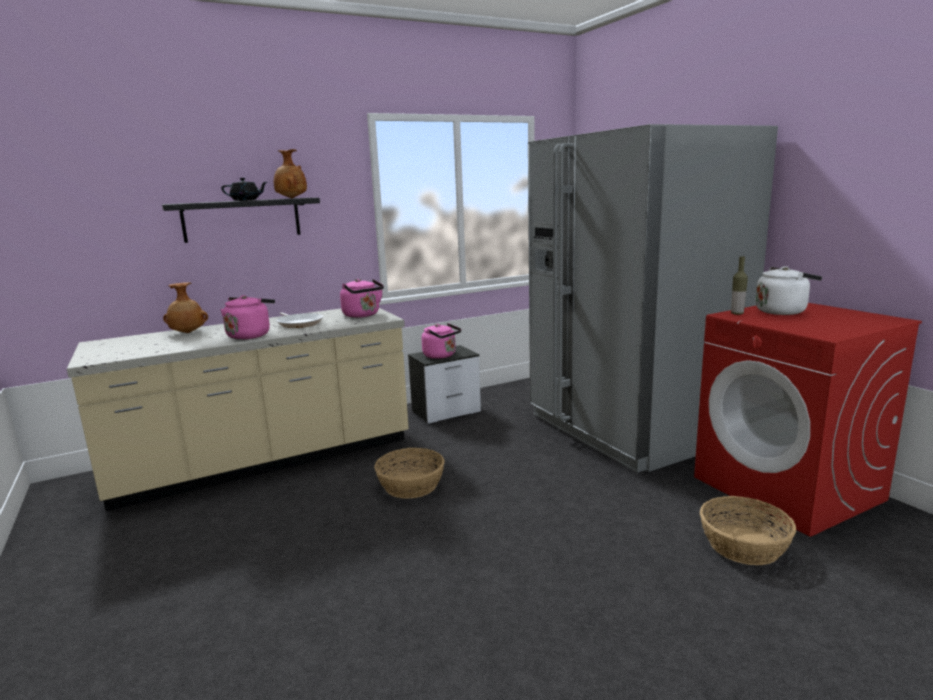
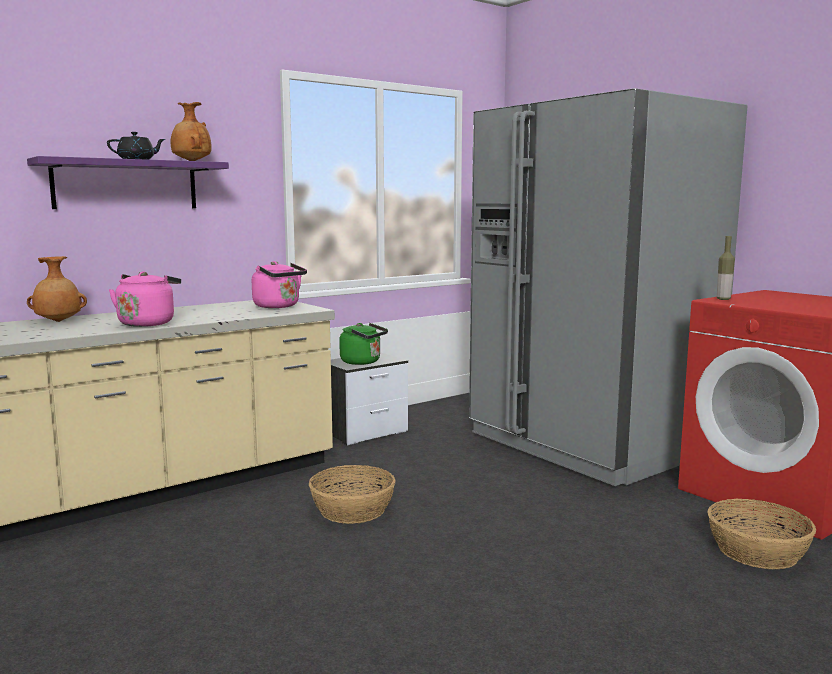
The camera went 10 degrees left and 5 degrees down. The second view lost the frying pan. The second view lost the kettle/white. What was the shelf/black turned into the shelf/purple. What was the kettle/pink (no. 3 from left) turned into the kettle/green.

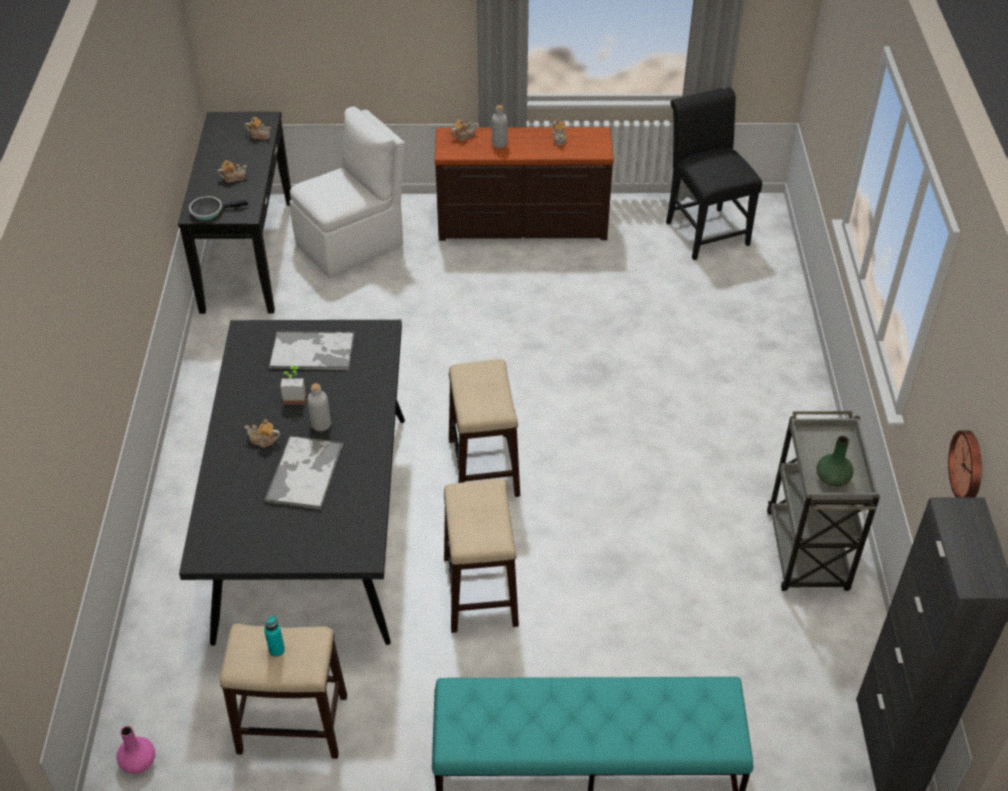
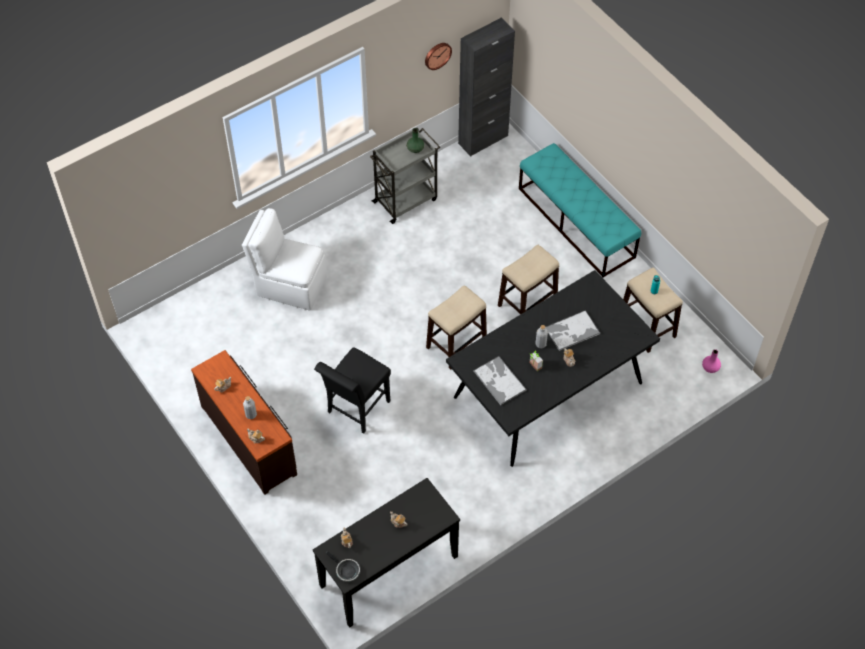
The camera went 125 degrees left and 10 degrees up. The frying pan ended up elsewhere. The chair/white ended up elsewhere. The chair/black ended up elsewhere.

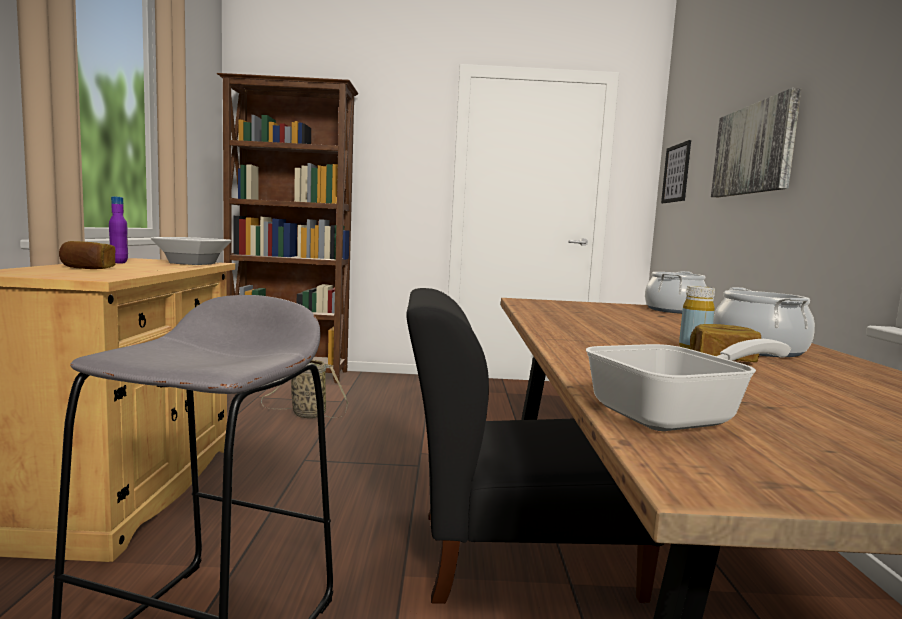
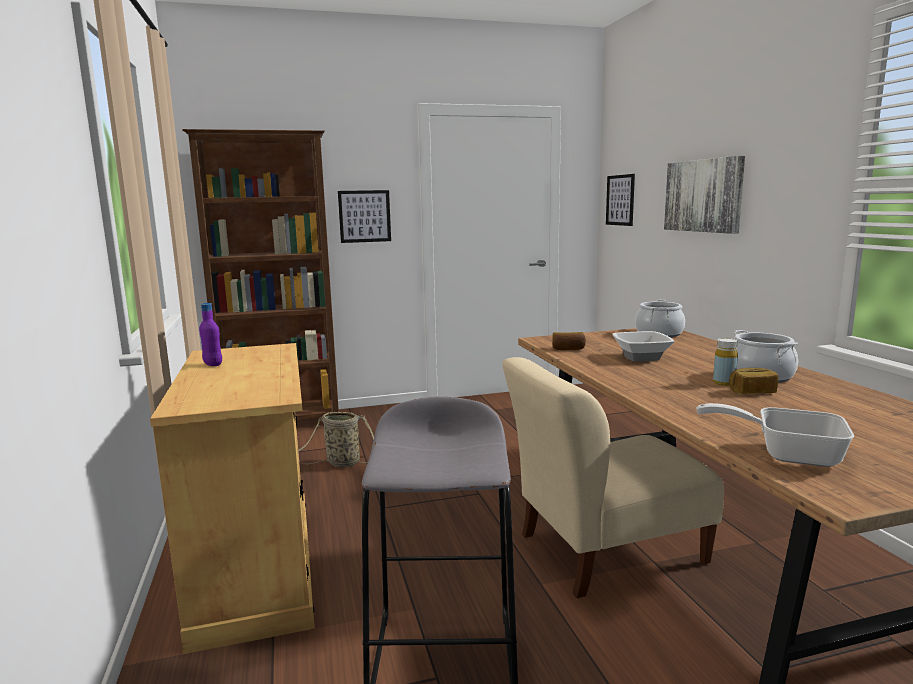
The camera went 15 degrees left and 5 degrees up. The second view gained the picture (no. 1 from left). The bread (no. 1 from left) ended up elsewhere. The bowl ended up elsewhere. What was the chair/black turned into the chair/beige. The frying pan ended up facing another way, 120 degrees counterclockwise from before.

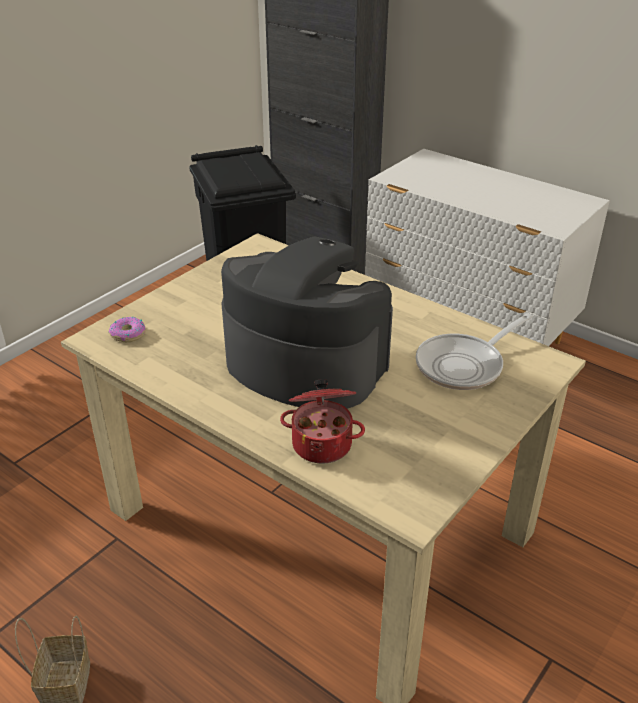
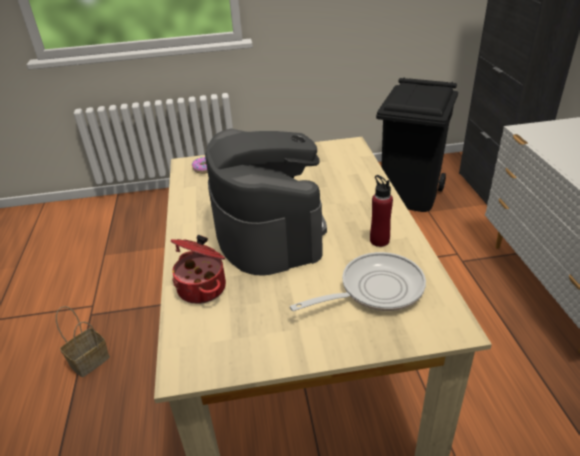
The camera went 45 degrees right and 0 degrees up. The second view gained the bottle/red. The frying pan ended up facing another way, 150 degrees clockwise from before.

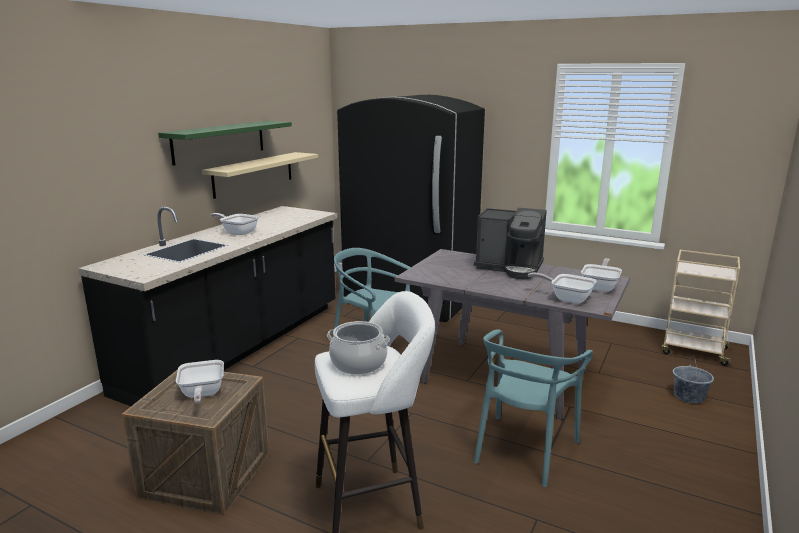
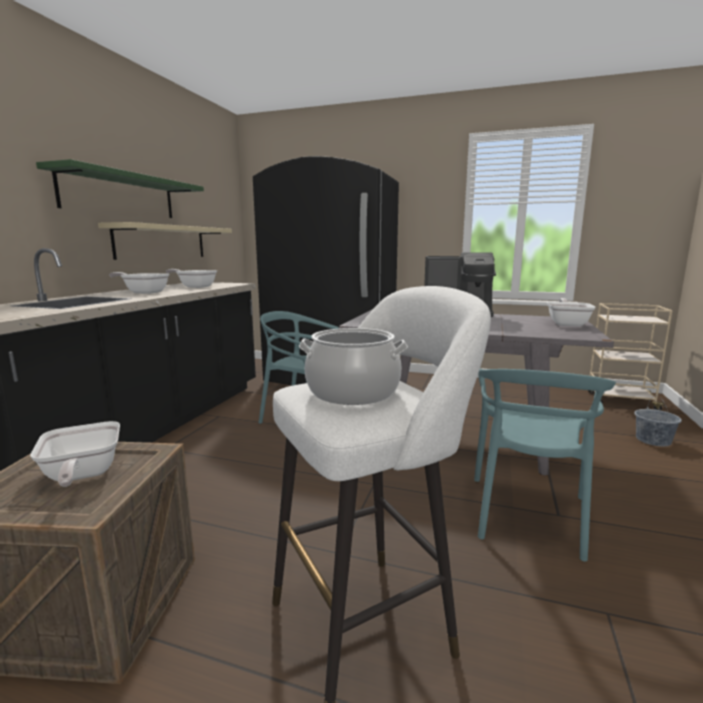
The camera went 10 degrees left and 5 degrees down. The frying pan (no. 3 from left) ended up elsewhere.

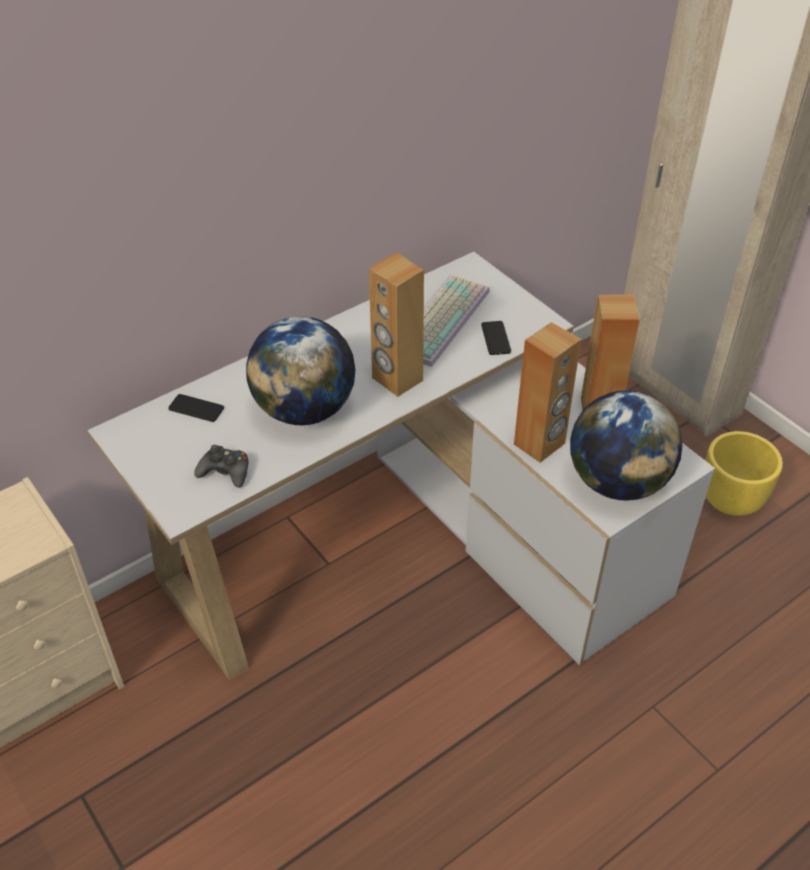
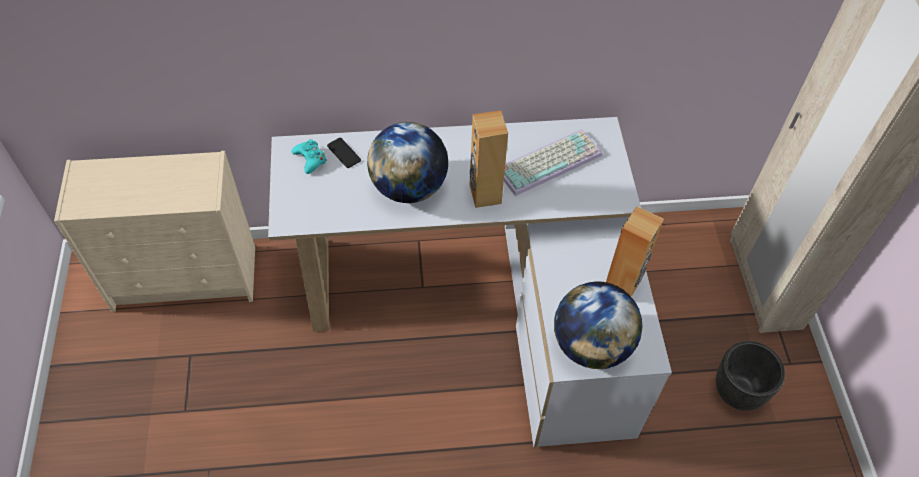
The camera went 30 degrees right and 10 degrees up. The second view lost the game controller/black. The second view lost the phone (no. 2 from left). The second view lost the speaker/brown (no. 2 from left). The second view gained the game controller/turquoise. What was the planter/yellow turned into the planter/black.

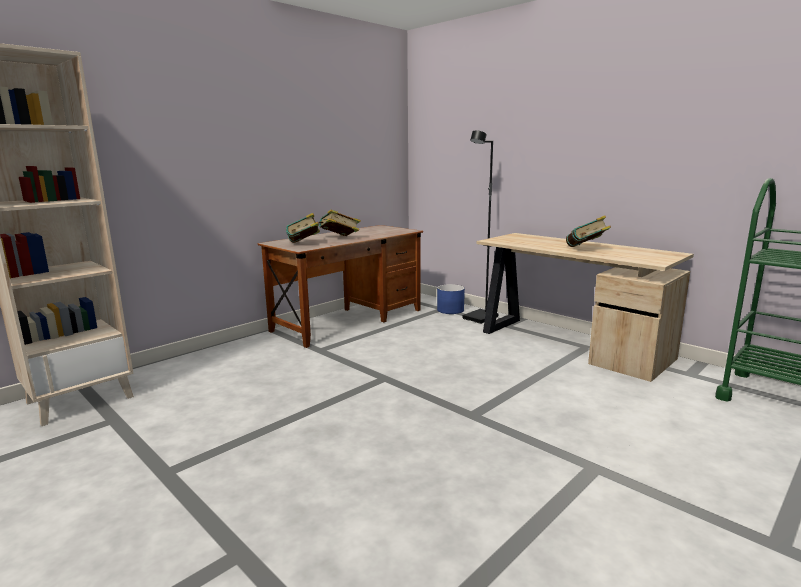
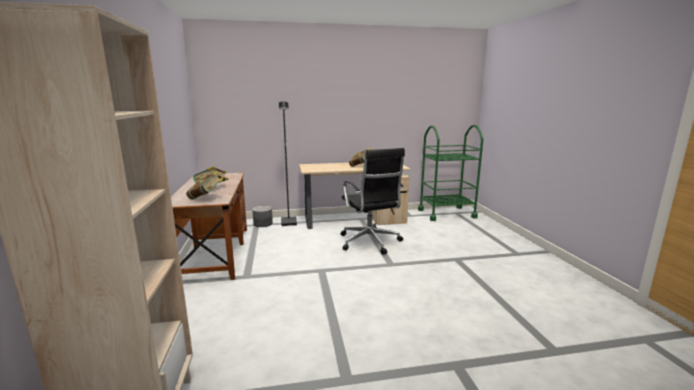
The camera went 55 degrees left and 0 degrees up. The second view gained the office chair/black. What was the planter/blue turned into the planter/grey.

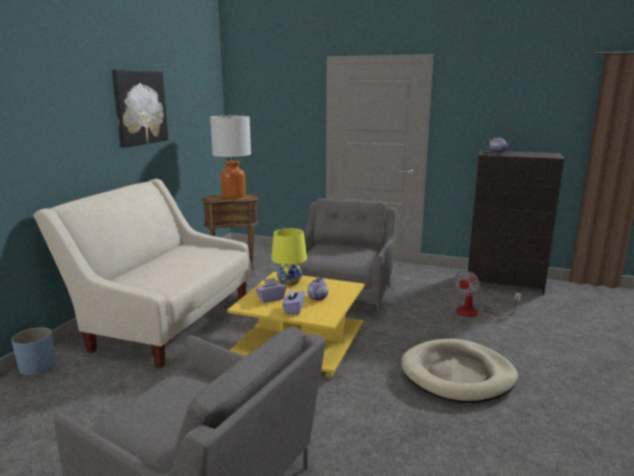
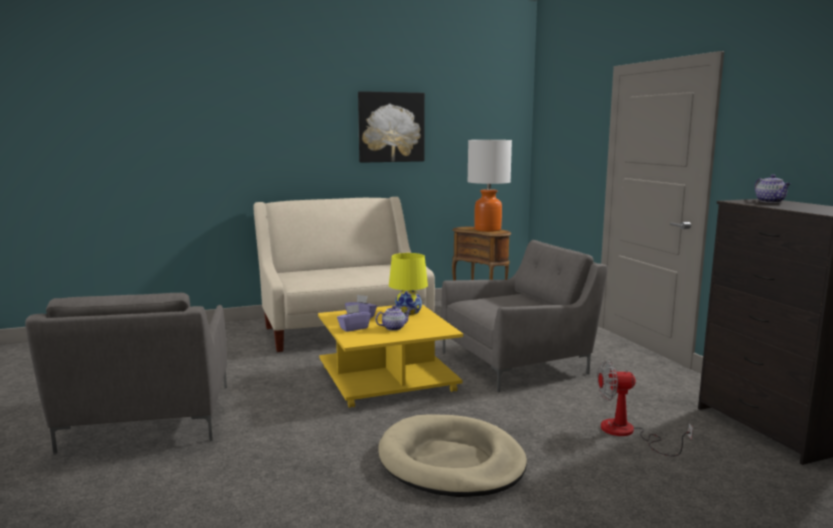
The camera went 50 degrees right and 5 degrees down. The second view lost the planter/blue.

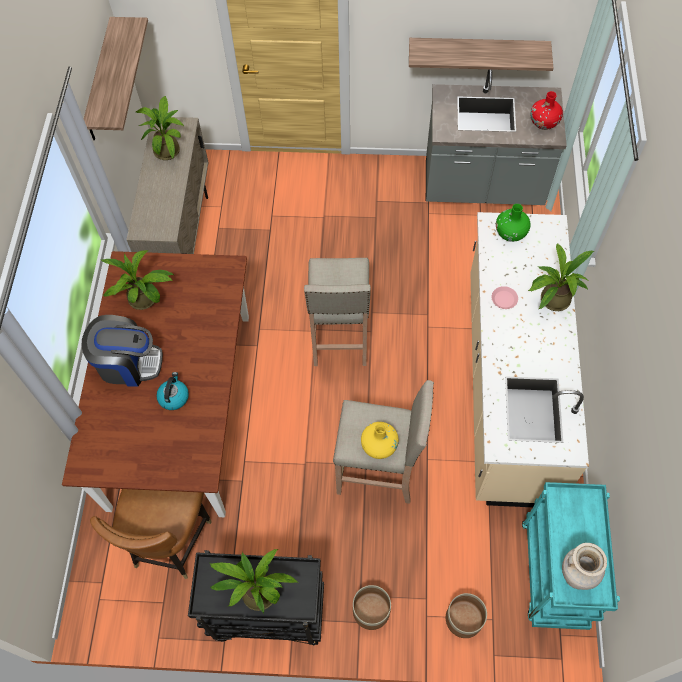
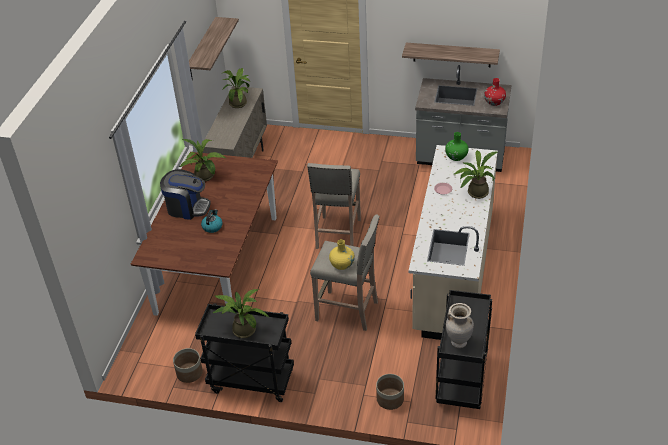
The camera went 10 degrees right and 20 degrees down. The second view lost the chair/brown. The planter (no. 1 from left) ended up elsewhere. What was the cart/turquoise turned into the cart/black (no. 2 from left).

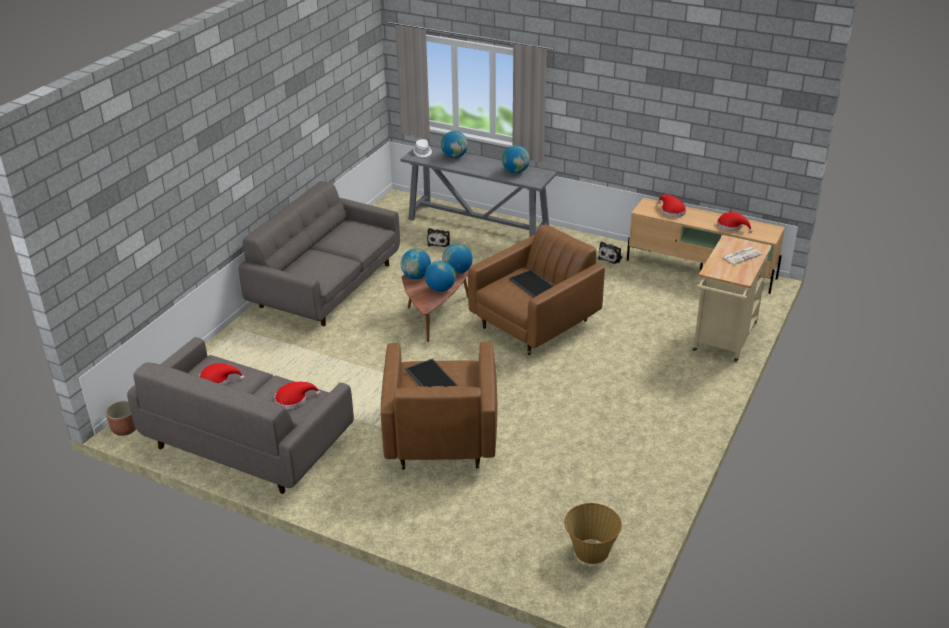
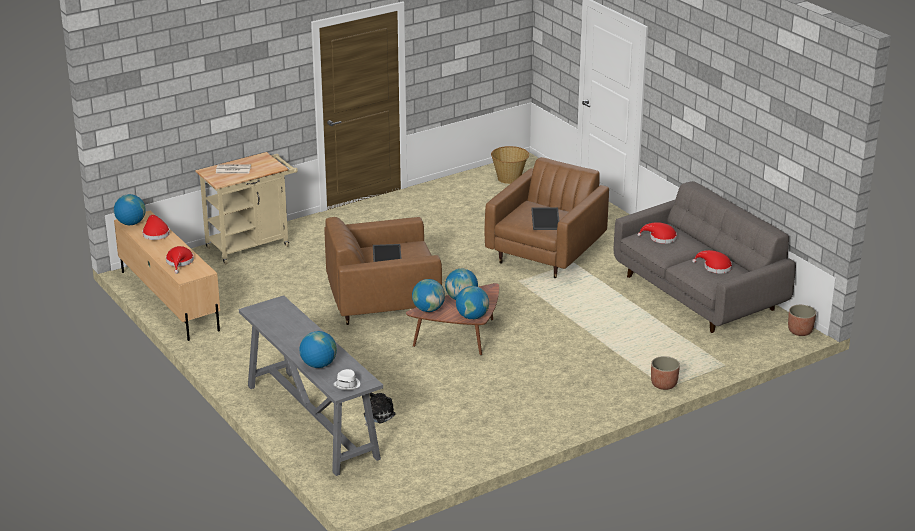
The camera went 150 degrees left and 5 degrees down. The second view lost the sofa/grey (no. 2 from left). The second view lost the plush toy (no. 2 from left). The second view gained the planter (no. 1 from left). The globe (no. 5 from left in the first image) ended up elsewhere.

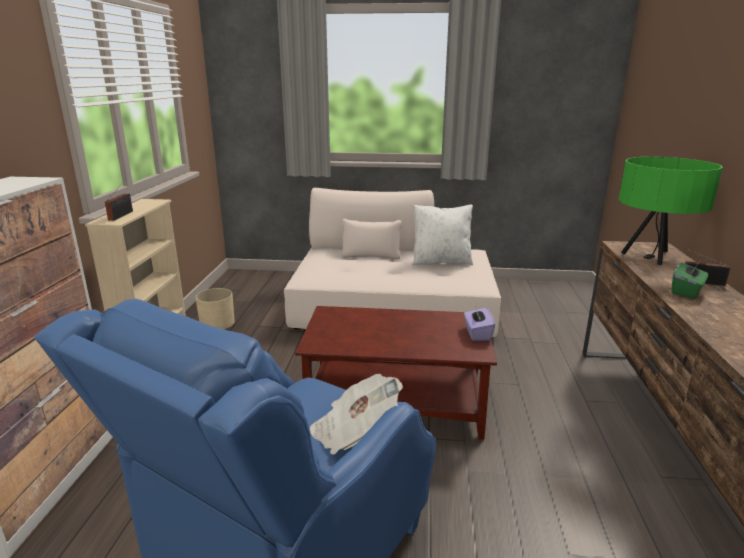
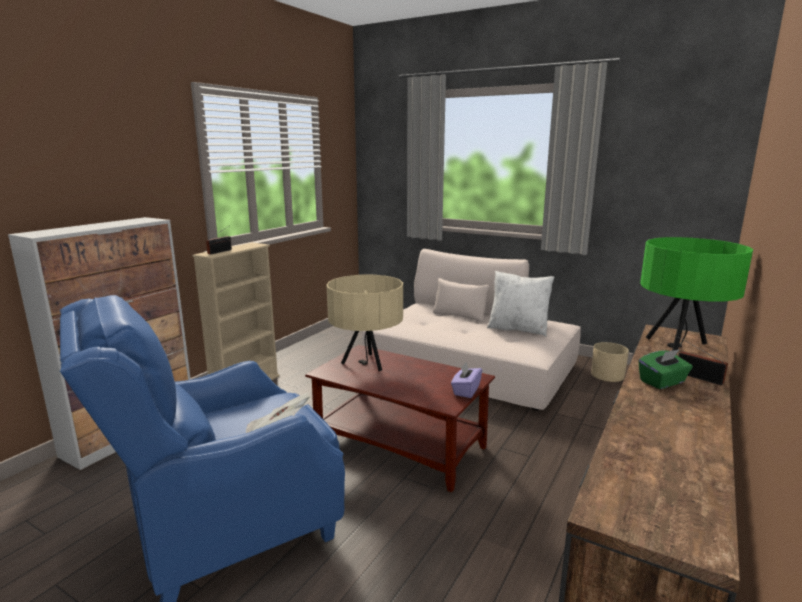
The camera went 25 degrees right and 5 degrees down. The second view gained the table lamp/beige. The planter/beige ended up elsewhere.

